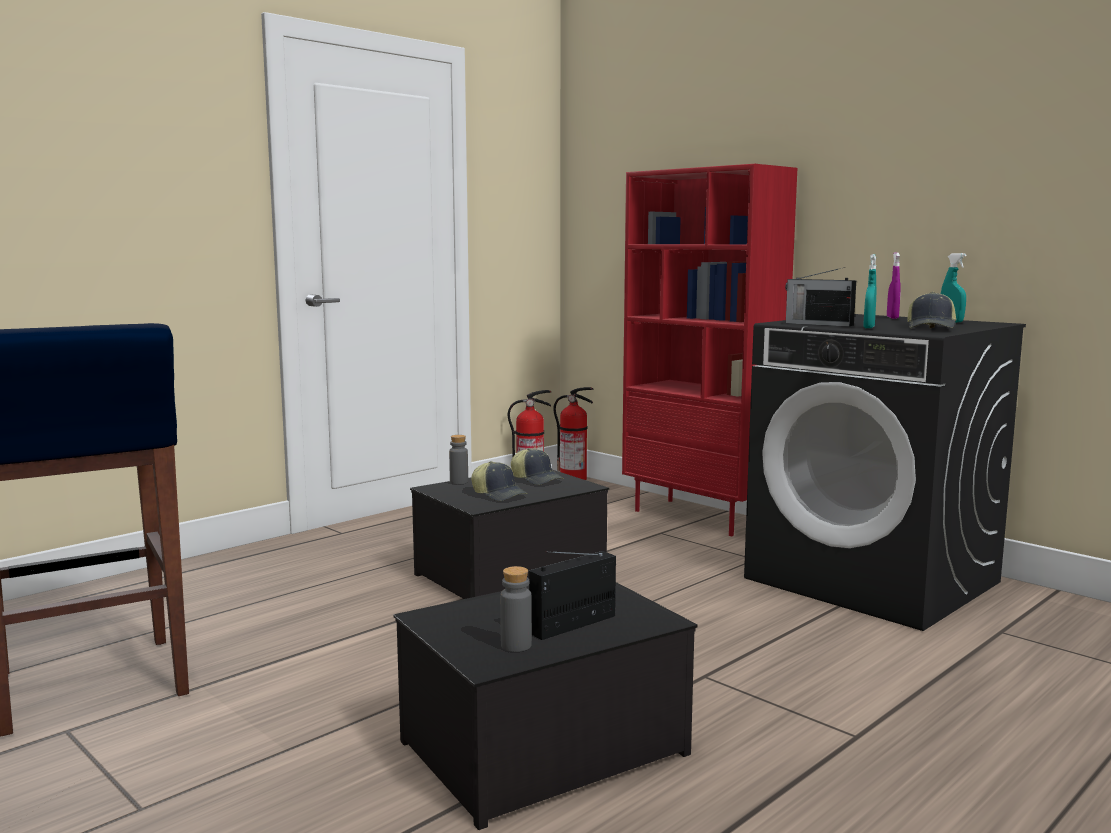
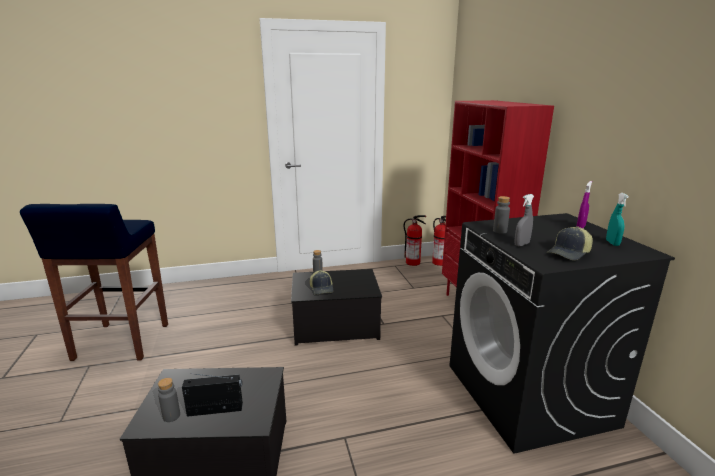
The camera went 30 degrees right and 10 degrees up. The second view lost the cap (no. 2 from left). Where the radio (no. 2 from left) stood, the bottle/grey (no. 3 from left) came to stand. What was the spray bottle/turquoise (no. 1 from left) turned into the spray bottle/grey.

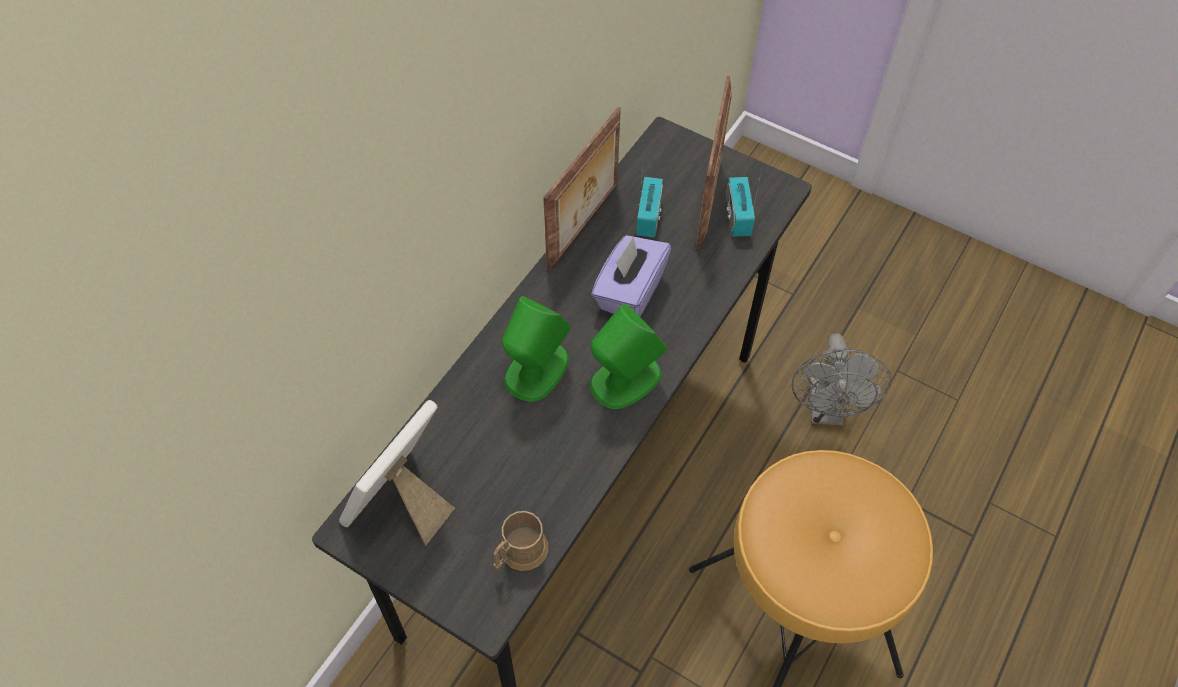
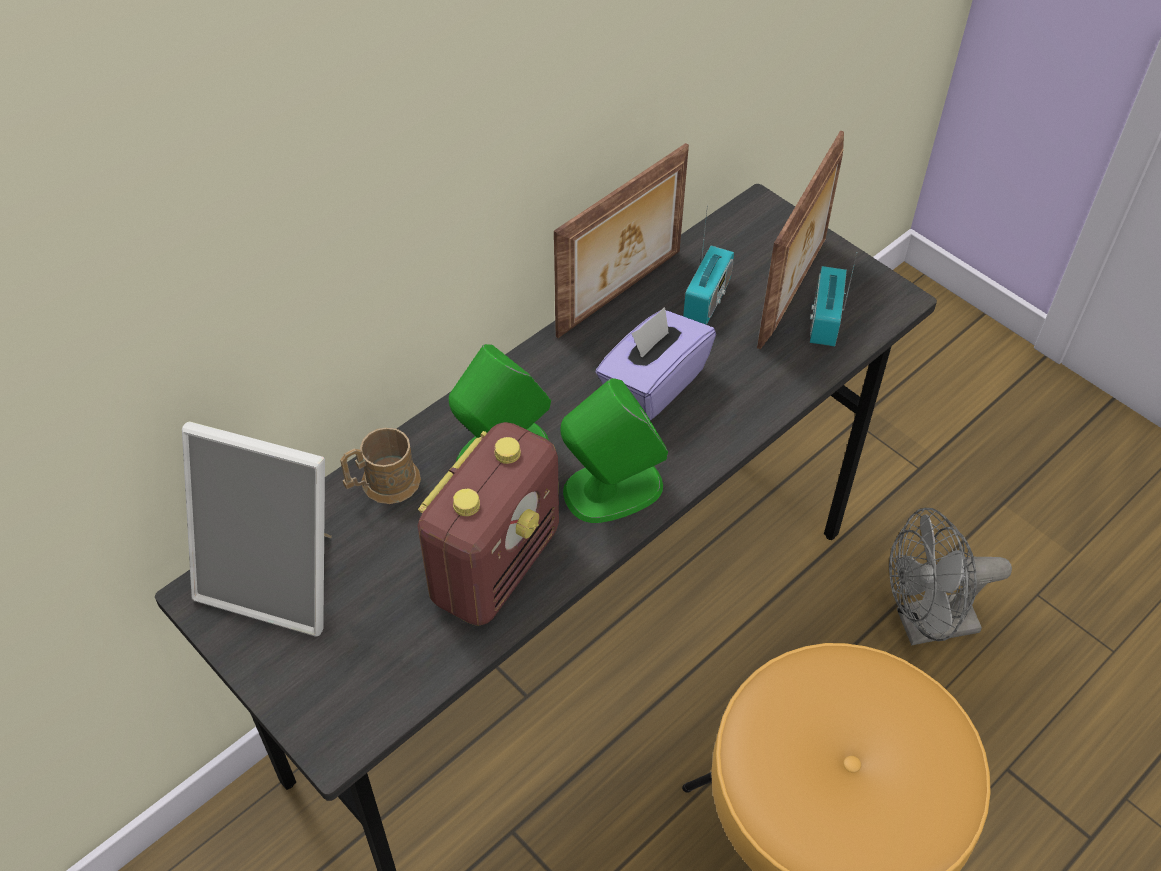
The camera went 15 degrees right and 5 degrees down. The second view gained the radio (no. 1 from left). The mug/brown ended up elsewhere. The picture frame (no. 1 from left) ended up facing another way, 120 degrees counterclockwise from before. The fan/grey ended up facing another way, 60 degrees clockwise from before.

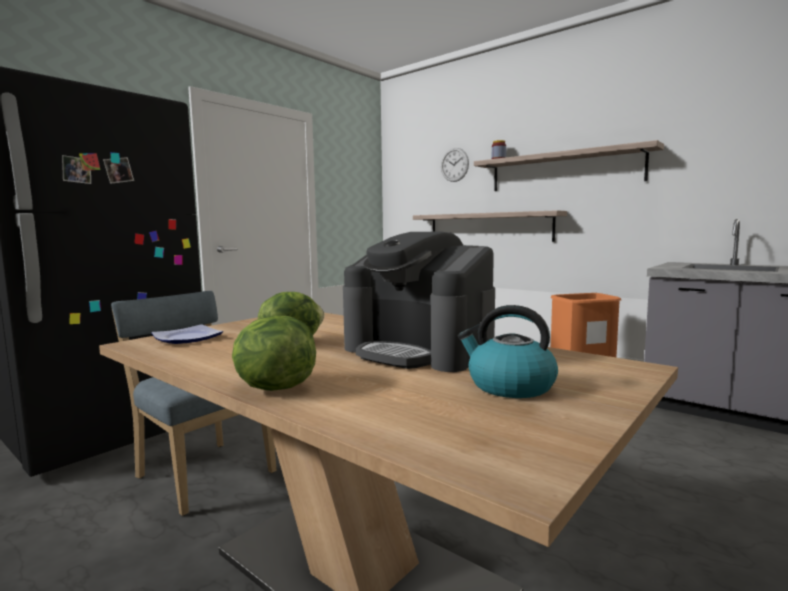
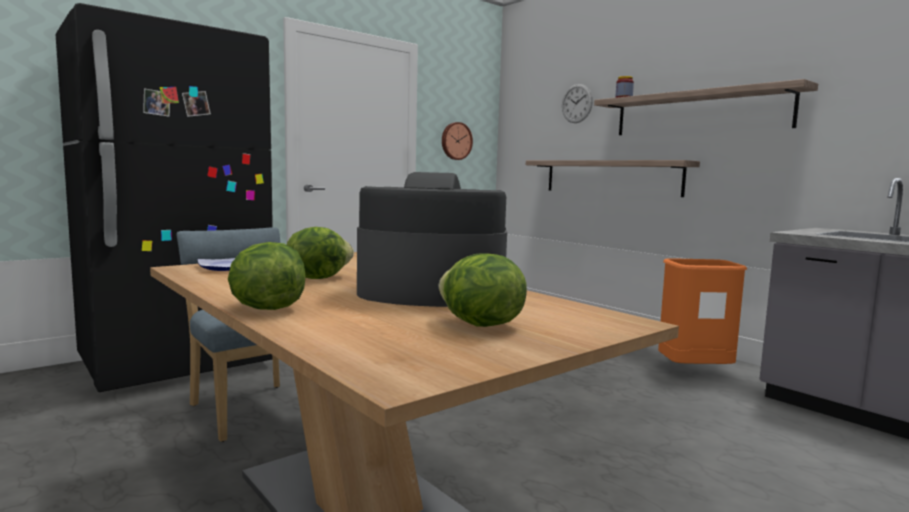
The camera went 10 degrees right and 0 degrees up. The second view gained the wall clock (no. 1 from left). Where the kettle stood, the lettuce (no. 3 from left) came to stand. The coffee machine ended up facing another way, 135 degrees clockwise from before.

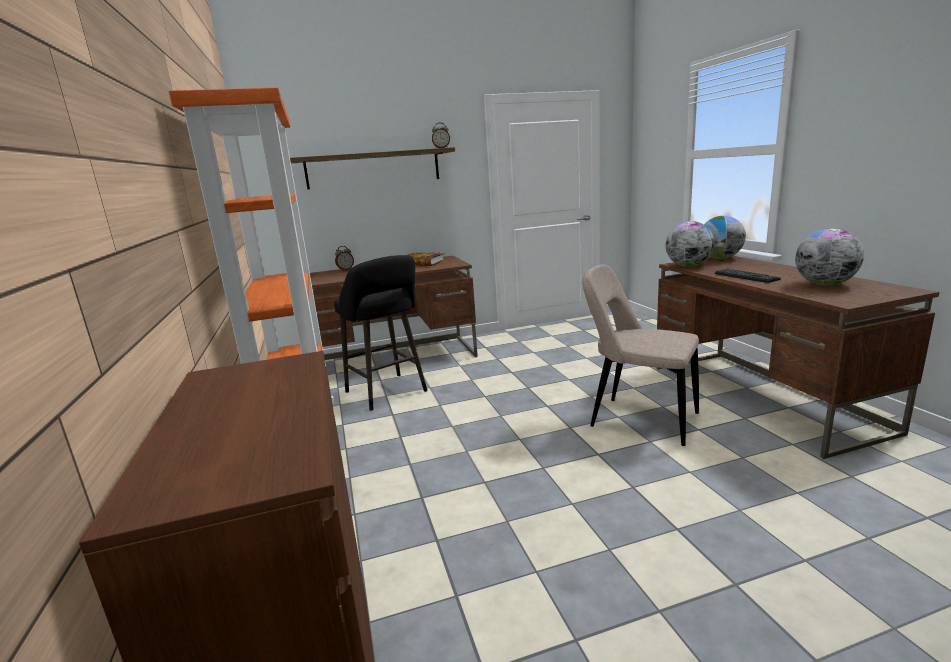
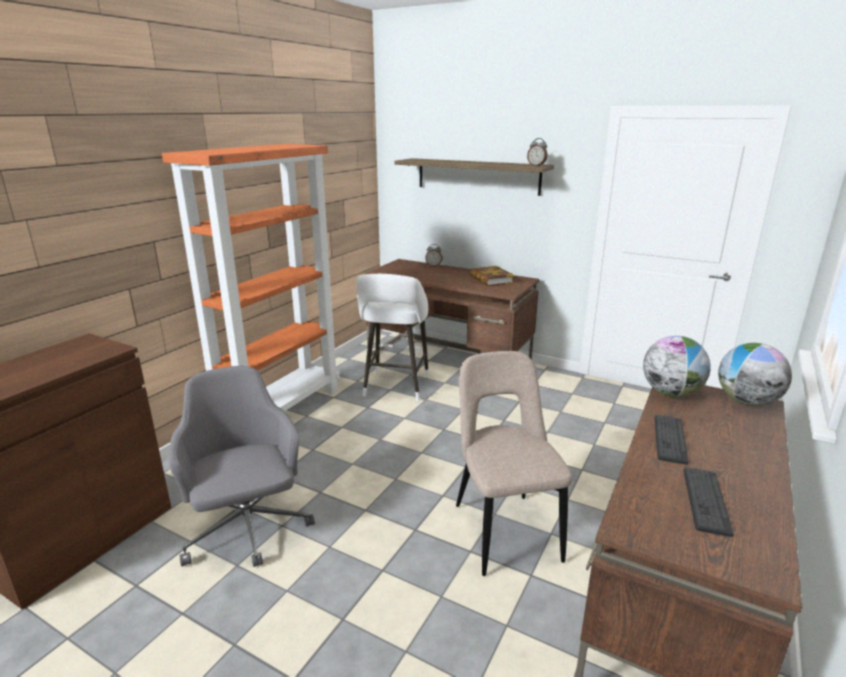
The camera went 45 degrees right and 5 degrees up. The second view gained the office chair/grey. Where the globe (no. 3 from left) stood, the keyboard (no. 2 from left) came to stand. What was the stool/black turned into the stool/white.

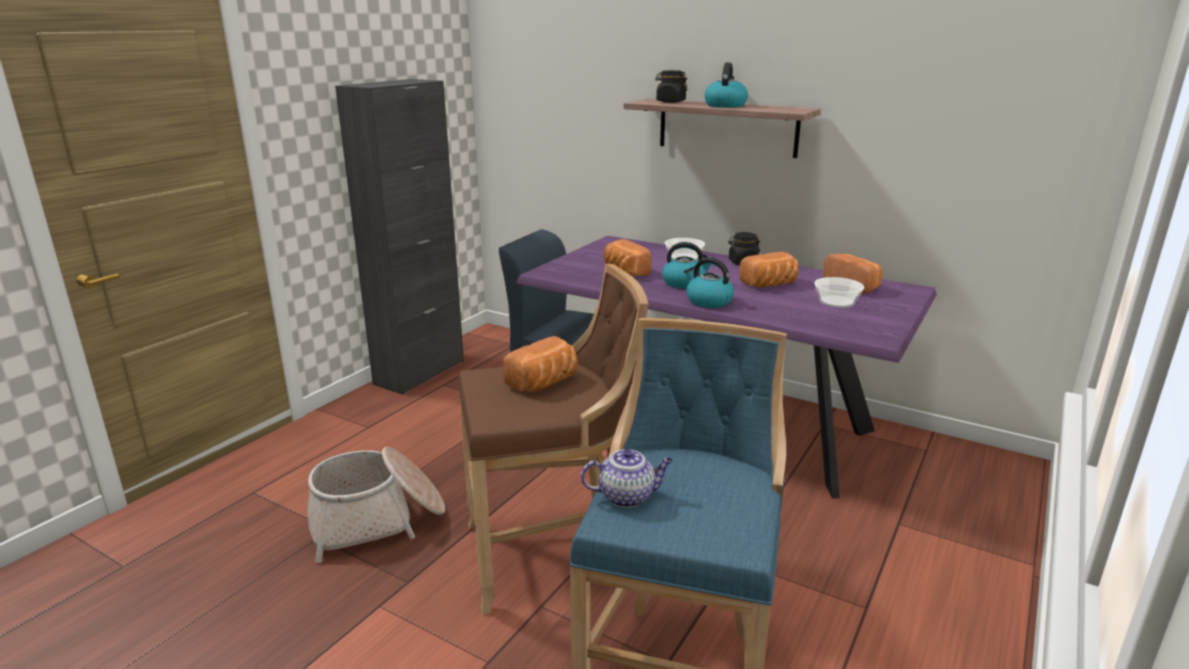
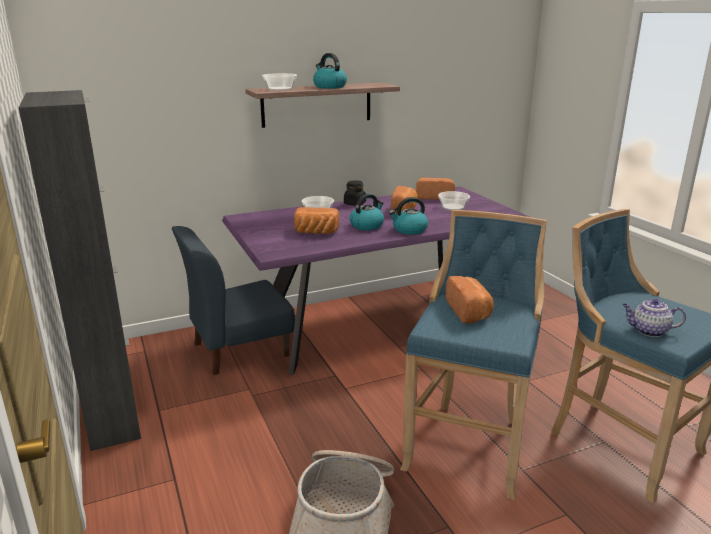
The camera went 55 degrees left and 0 degrees up. Where the jar/black (no. 1 from left) stood, the bowl (no. 1 from left) came to stand. What was the stool/brown turned into the stool/blue (no. 1 from left). The teapot ended up facing another way, 105 degrees counterclockwise from before.

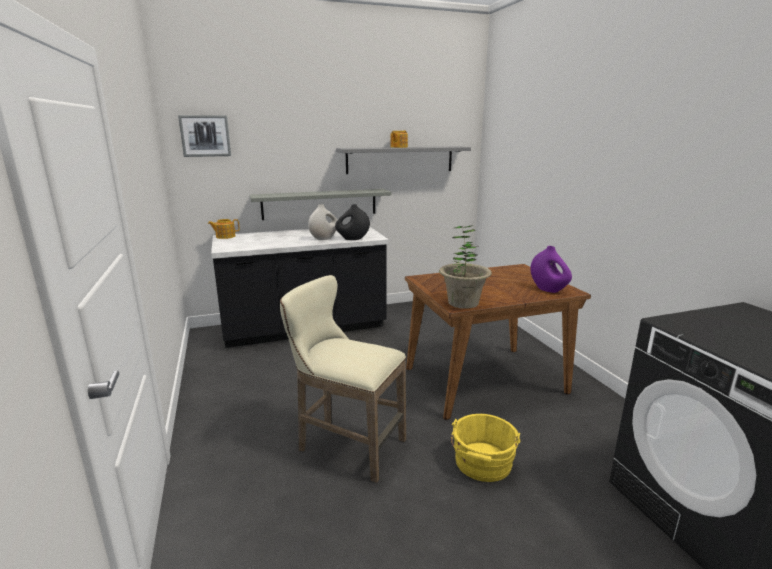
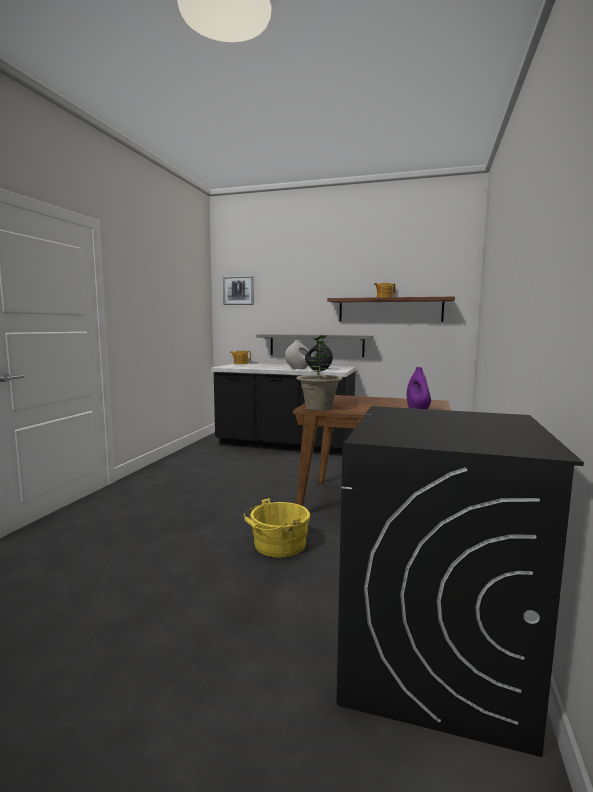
The camera went 35 degrees right and 10 degrees down. The second view lost the stool/beige. What was the shelf/grey (no. 2 from left) turned into the shelf/brown.

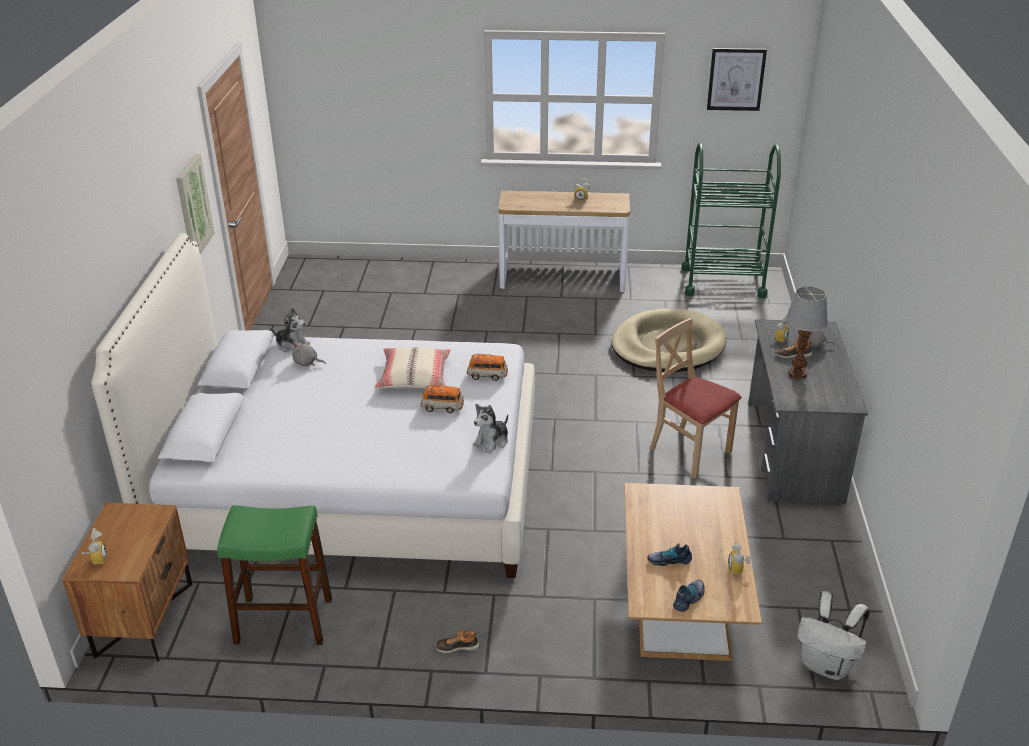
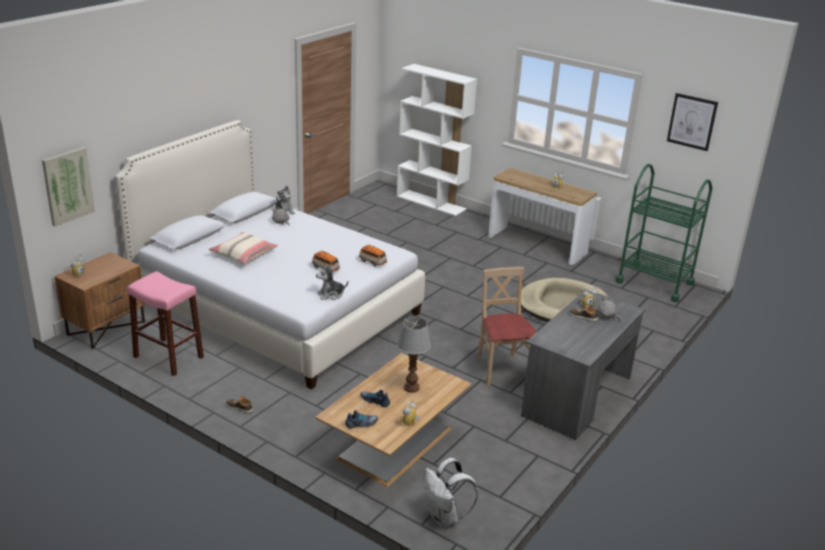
The camera went 30 degrees right and 5 degrees down. The second view gained the bookcase/white. The picture (no. 1 from left) ended up elsewhere. The pillow/beige ended up elsewhere. The table lamp ended up elsewhere. What was the stool/green turned into the stool/pink.

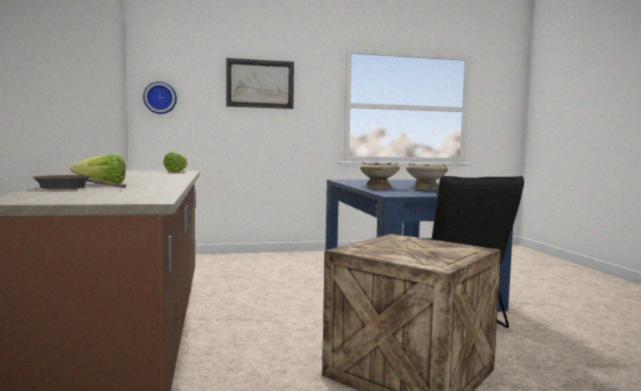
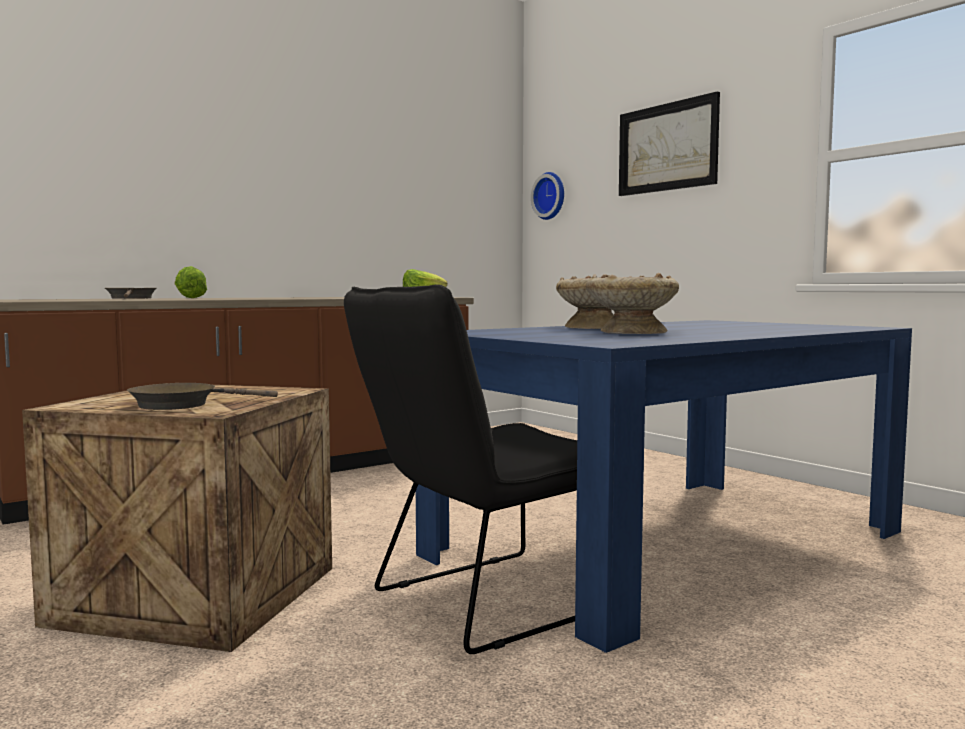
The camera went 65 degrees right and 0 degrees up. The second view gained the frying pan/brown (no. 2 from left).

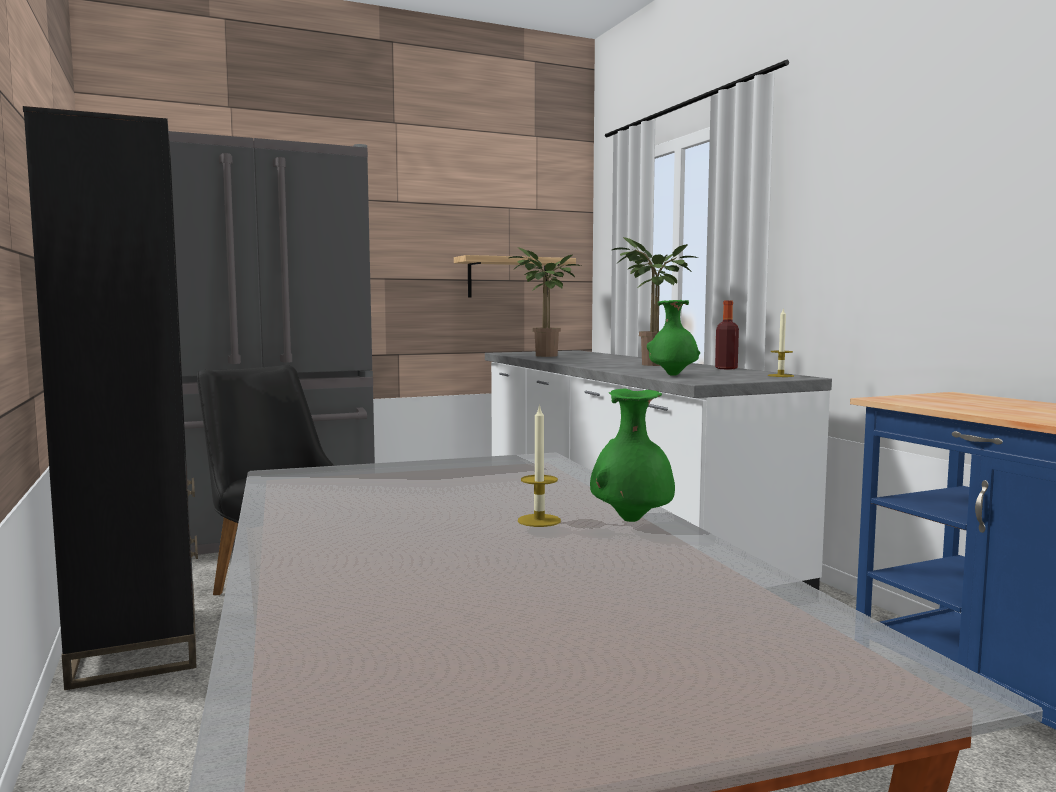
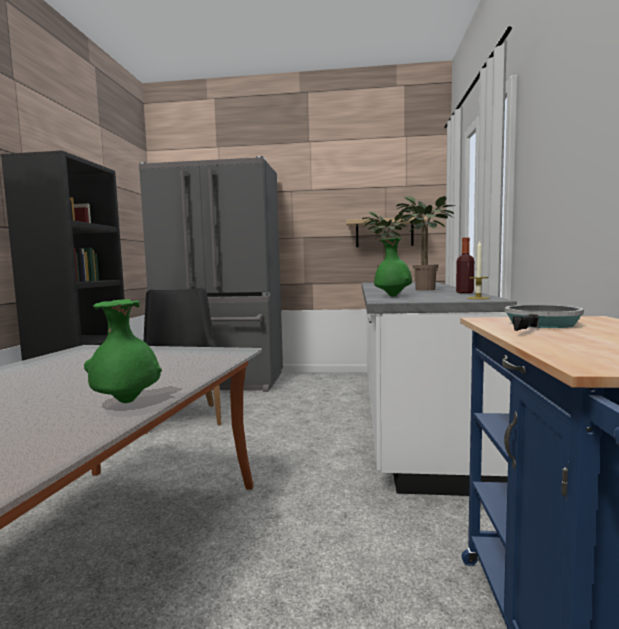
The camera went 30 degrees right and 0 degrees up. The second view lost the candle (no. 1 from left). The second view gained the frying pan.

